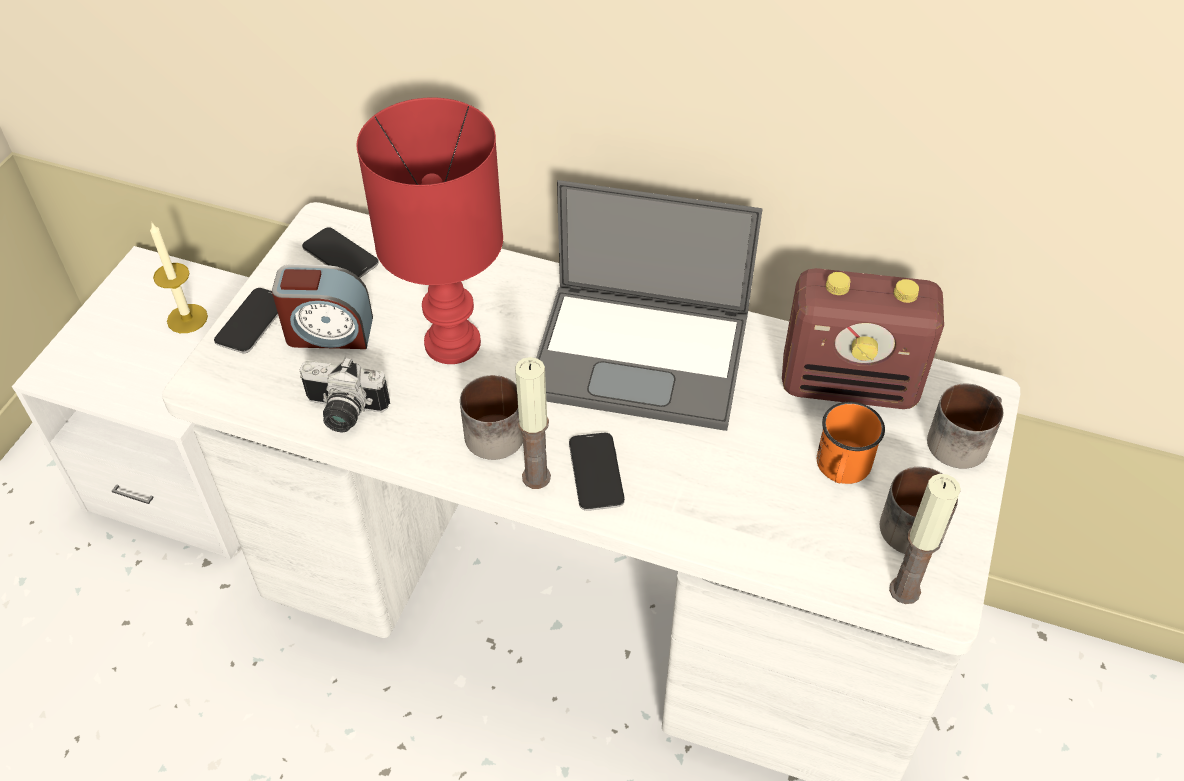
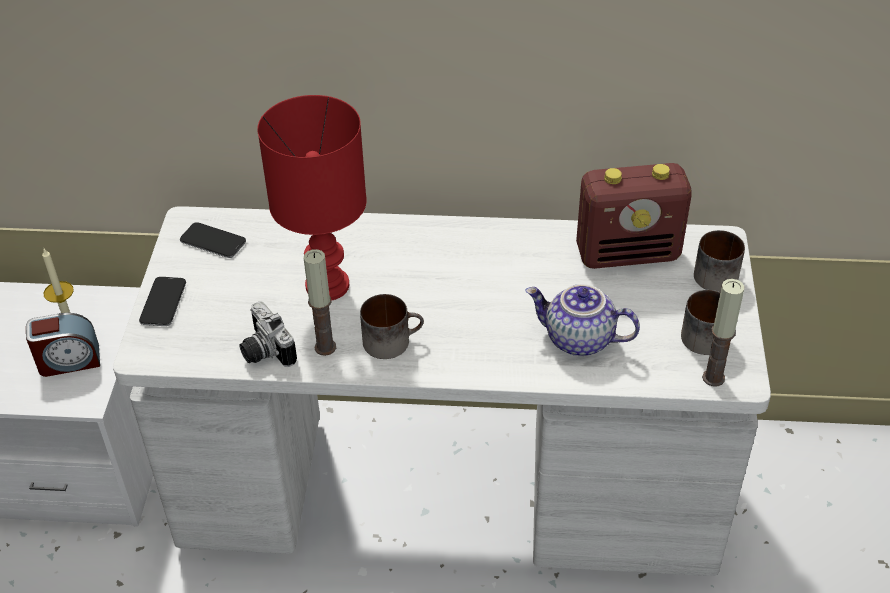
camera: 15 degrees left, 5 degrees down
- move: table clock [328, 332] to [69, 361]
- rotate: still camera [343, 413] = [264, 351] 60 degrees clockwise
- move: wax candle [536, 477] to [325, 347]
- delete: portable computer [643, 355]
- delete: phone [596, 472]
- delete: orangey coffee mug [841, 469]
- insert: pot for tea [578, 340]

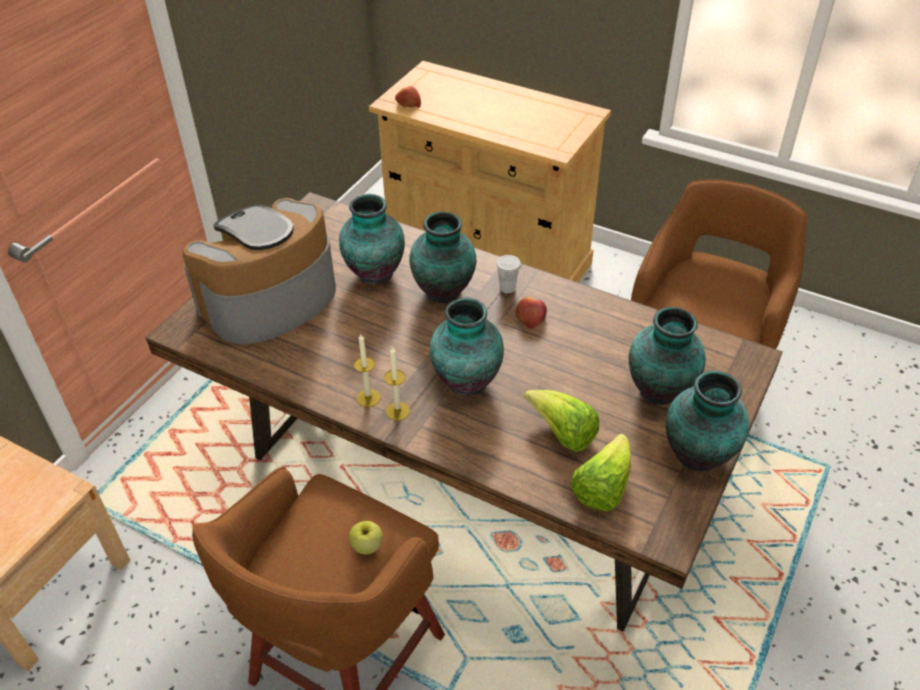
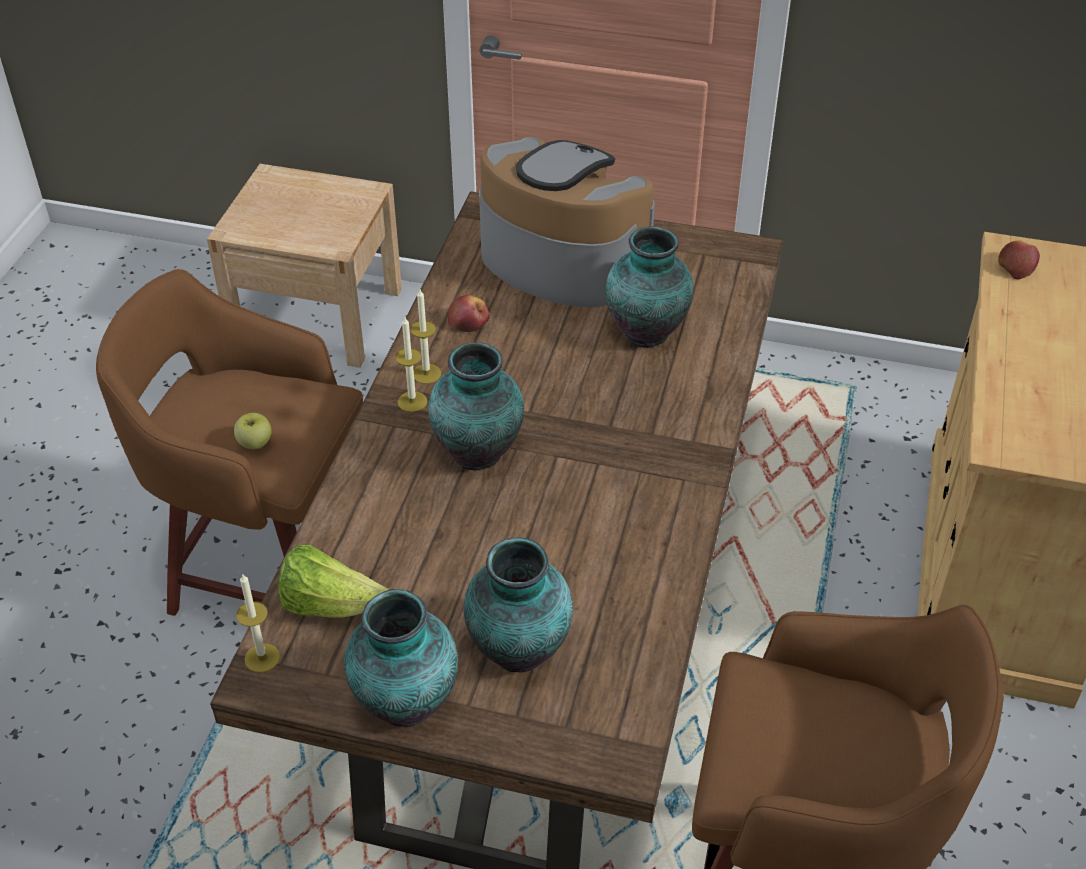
camera: 75 degrees right, 0 degrees up
- delete: vase [445, 291]
- delete: whitish drinking cup [507, 288]
- move: apple [530, 317] to [468, 321]
- delete: head of lettuce [562, 434]
- insert: wax candle [262, 658]

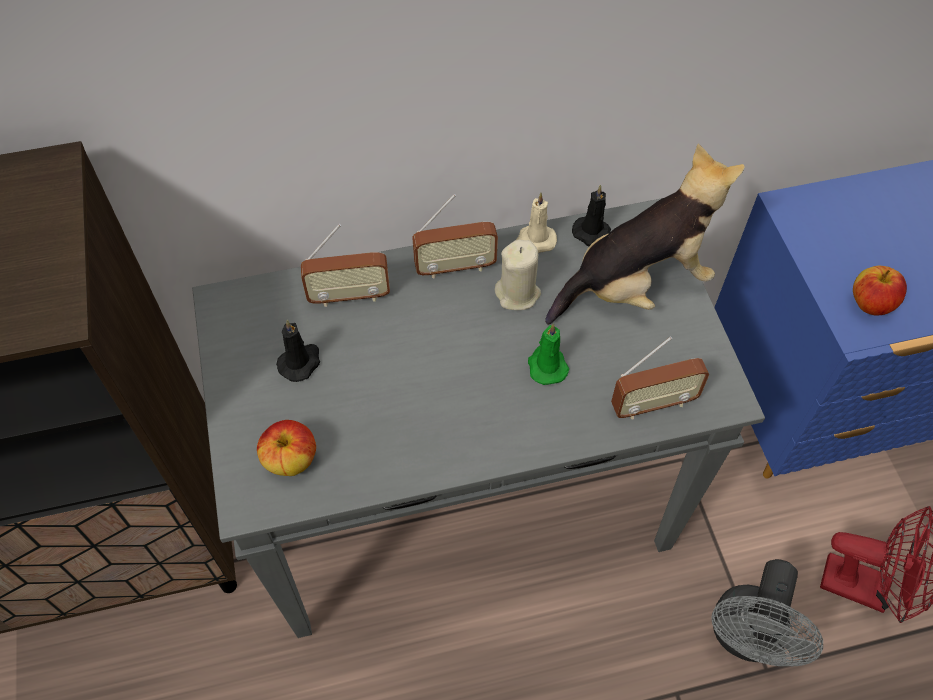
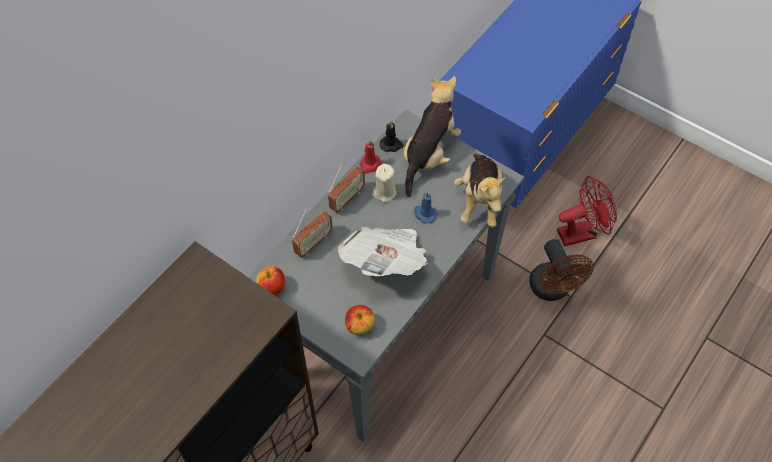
camera: 40 degrees left, 0 degrees up
- delete: black wax candle [300, 362]
- recolor: beige wax candle [534, 241] to red wax candle [369, 164]
- recolor: green wax candle [546, 365] to blue-coloured wax candle [424, 214]
- replace: radio [653, 404] to cuddly toy [479, 200]
- recolor: grey cooling fan [746, 638] to brown cooling fan [552, 290]
- move: apple [870, 304] to [272, 287]
- insert: newspaper [386, 262]

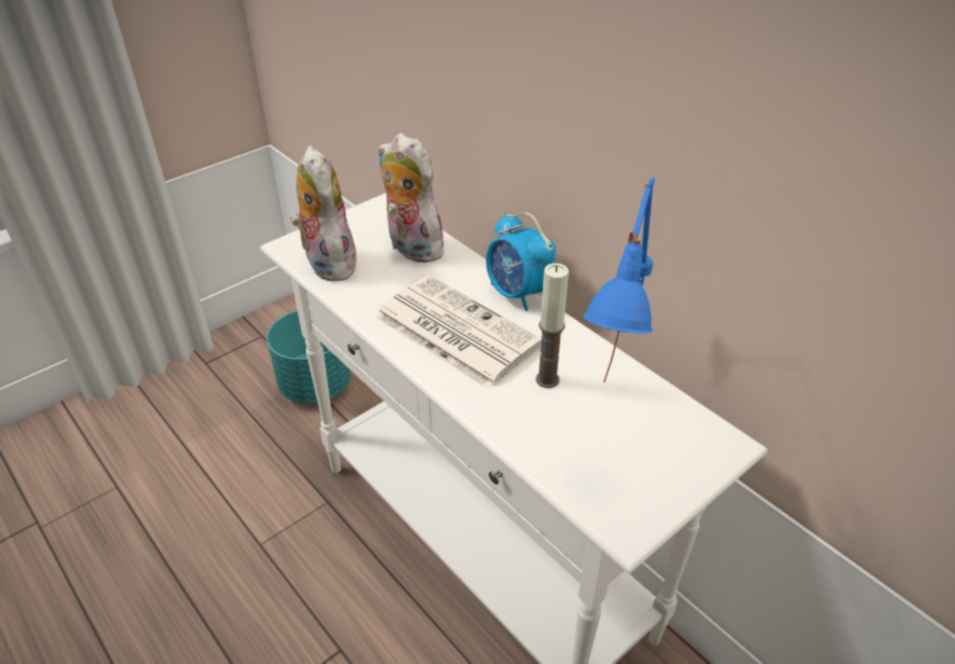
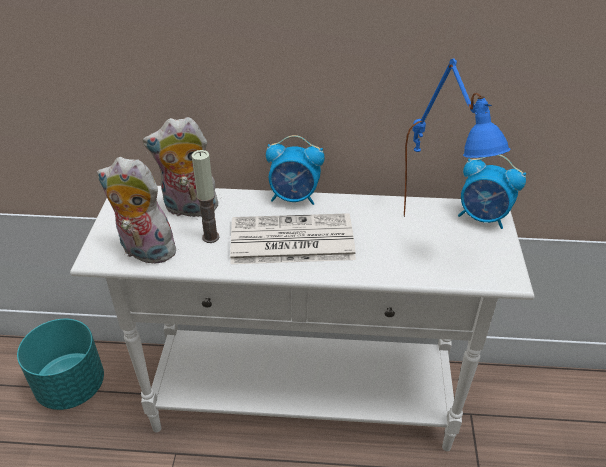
camera: 45 degrees left, 0 degrees up
- move: wax candle [547, 379] to [210, 237]
- insert: table clock [483, 218]

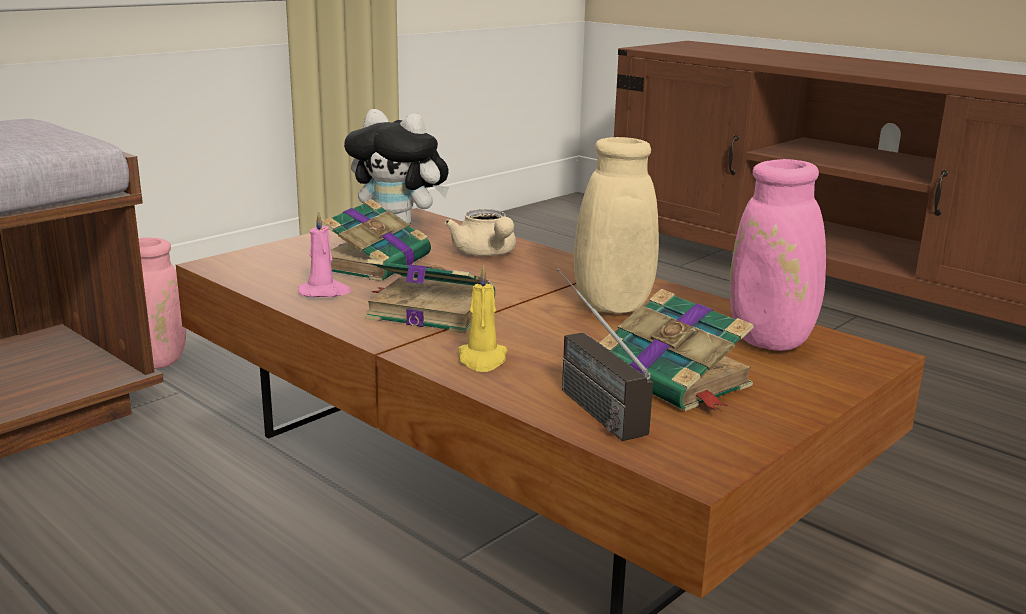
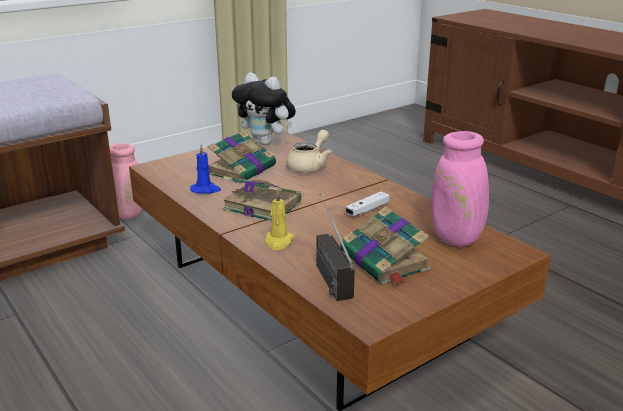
camera: 10 degrees right, 5 degrees up
- recolor: pink-coloured wax candle [325, 292] to blue-coloured wax candle [206, 190]
- rotate: beige pot for tea [486, 254] = [310, 166] 135 degrees counterclockwise
- replace: beige vase [608, 309] to whitish game controller [367, 210]

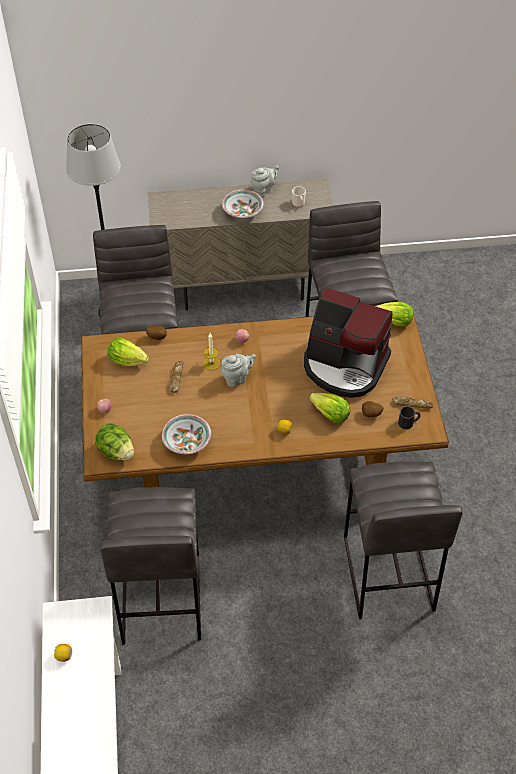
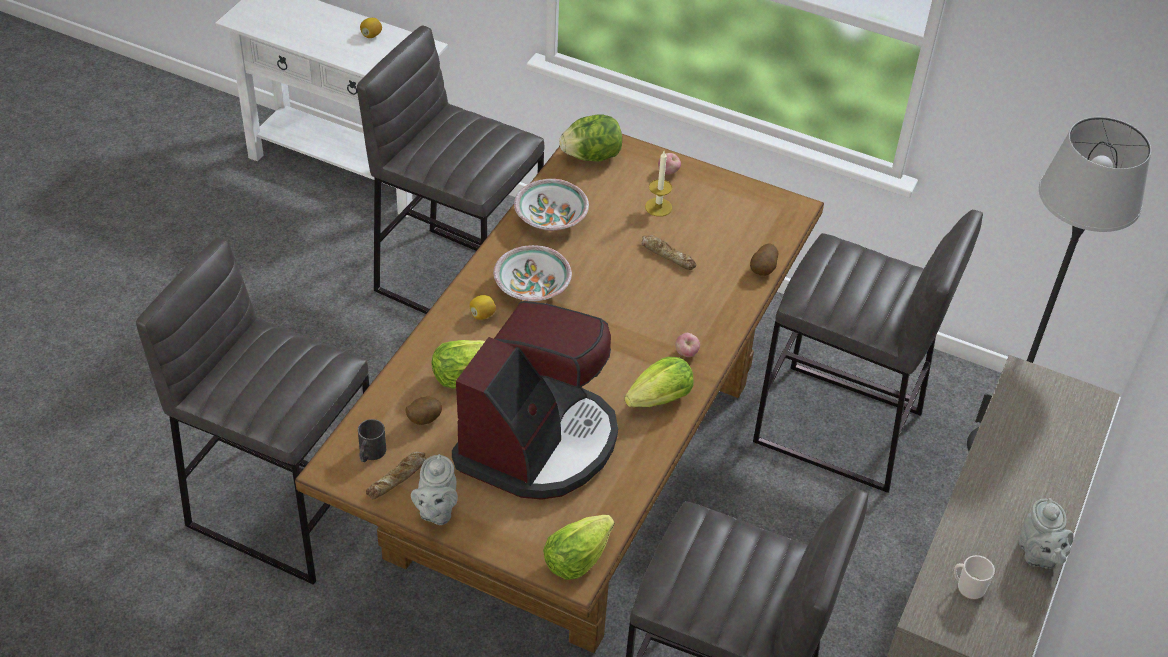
camera: 120 degrees right, 5 degrees down
- move: head of lettuce [127, 360] to [660, 399]
- move: wax candle [211, 363] to [658, 207]
- move: deep dish [242, 212] to [532, 287]
- move: grey pot for tea [237, 378] to [436, 511]
- rotate: coffee brewer [345, 366] = [538, 442] 150 degrees clockwise

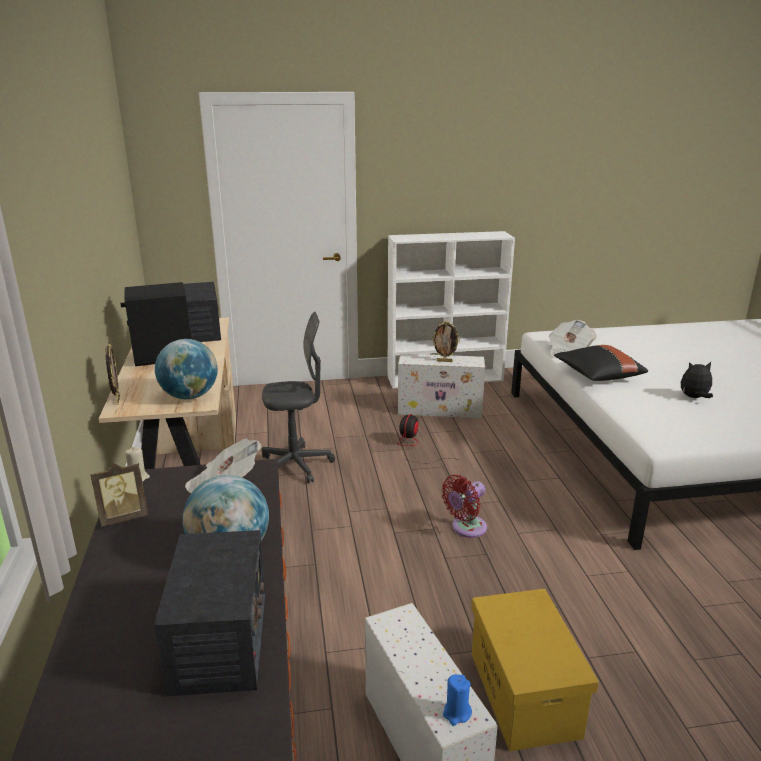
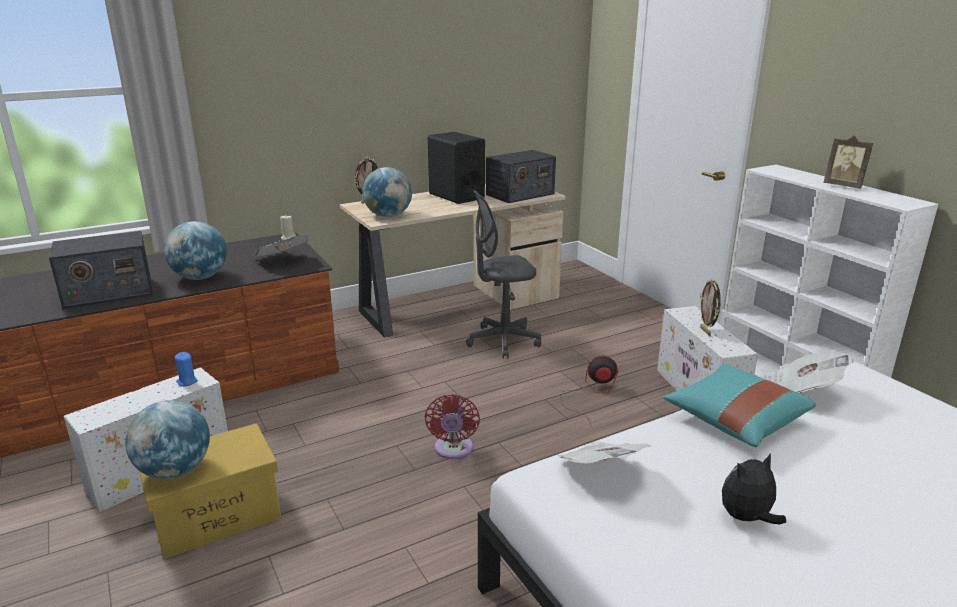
camera: 70 degrees right, 0 degrees up
- move: picture frame [123, 517] to [844, 186]
- rotate: grey office chair [296, 465] = [503, 341] 105 degrees clockwise
- rotate: red cooling fan [466, 528] = [453, 450] 120 degrees counterclockwise
- move: blue-coloured wax candle [456, 713] to [187, 382]
- recolor: black cushion [597, 375] to turquoise-coloured cushion [735, 420]
- rotate: cuddly toy [694, 398] = [747, 518] 90 degrees counterclockwise
- insert: desk globe [174, 470]
- insert: newspaper [601, 471]

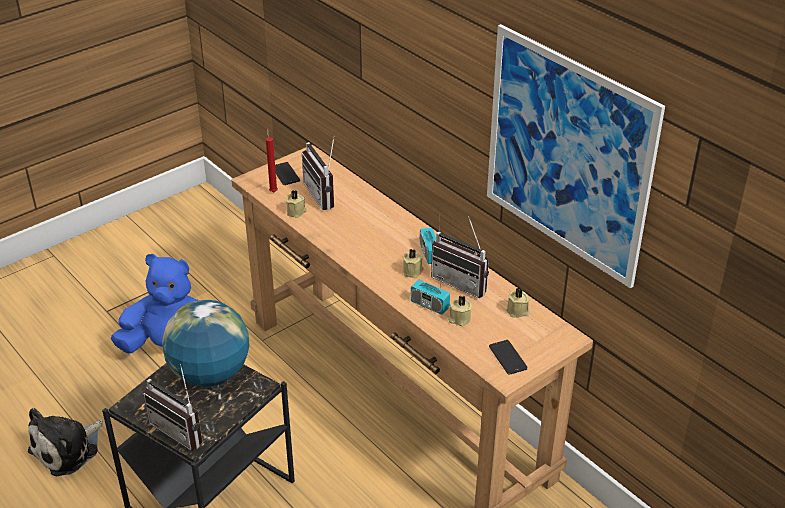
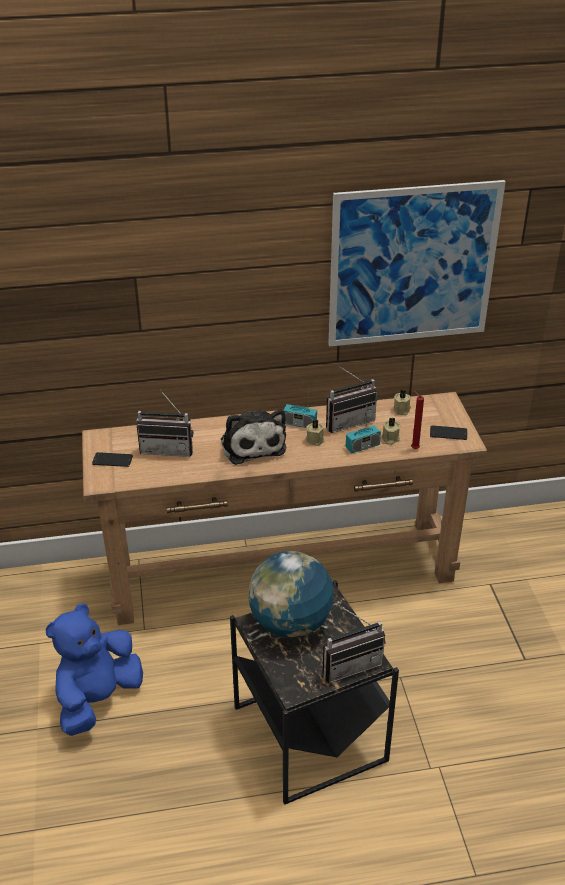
camera: 60 degrees left, 0 degrees up
- move: cuddly toy [68, 449] to [252, 444]
- move: red wax candle [273, 191] to [413, 448]
- delete: beige wax candle [296, 212]

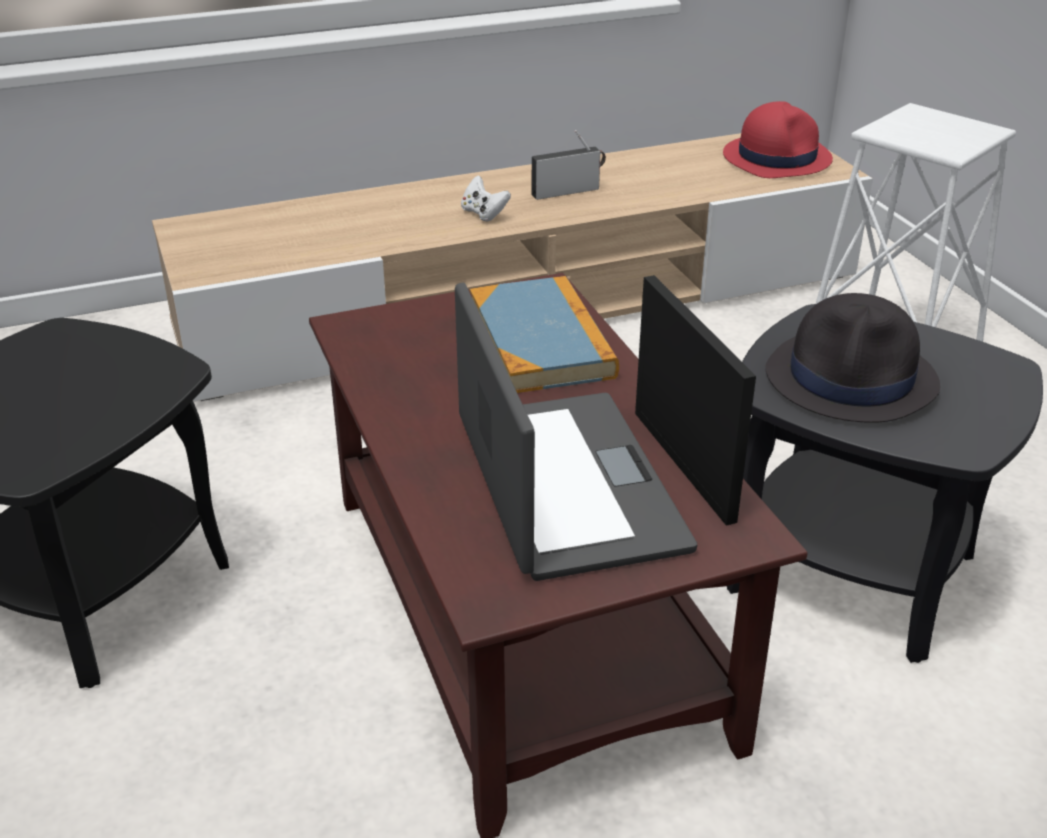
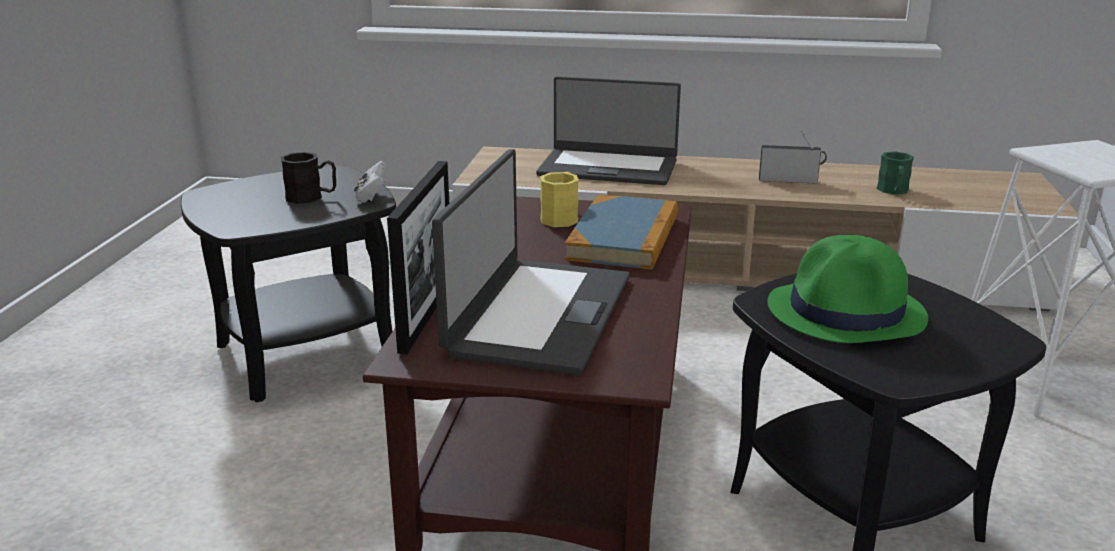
camera: 30 degrees right, 10 degrees down
- move: whitish game controller [483, 214] to [371, 197]
- move: picture frame [683, 464] to [427, 314]
- delete: red hat [777, 157]
- recolor: black hat [852, 379] to green hat [847, 313]
- insert: black coffee mug [311, 197]
- insert: portable computer [608, 167]
- insert: yellowish coffee mug [561, 217]
- insert: green coffee mug [893, 191]

